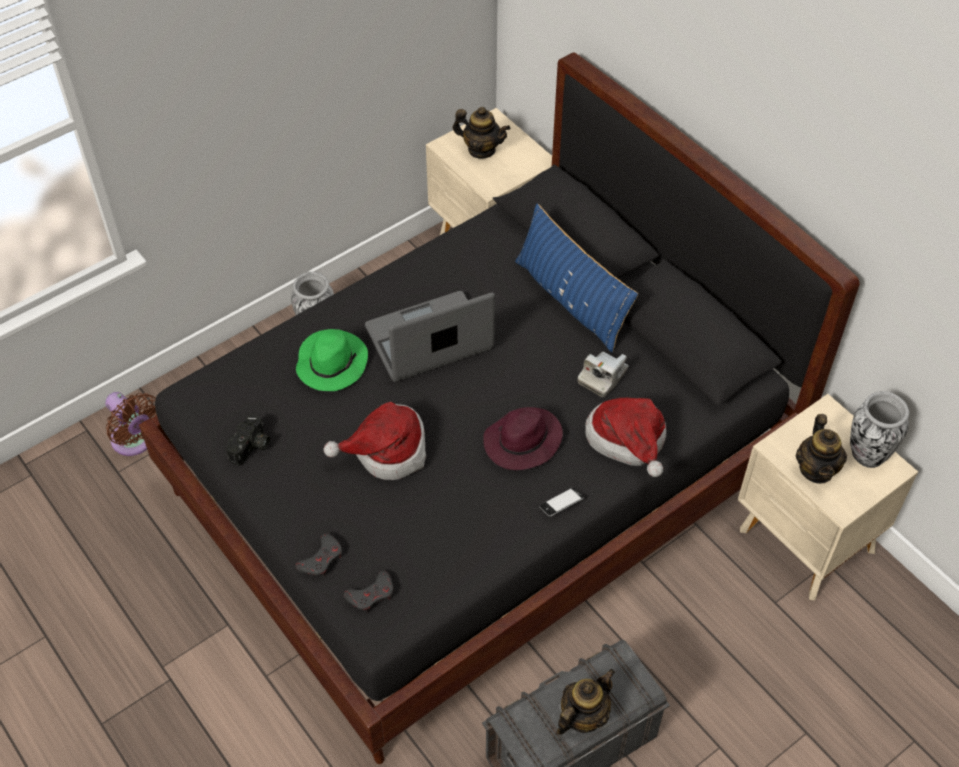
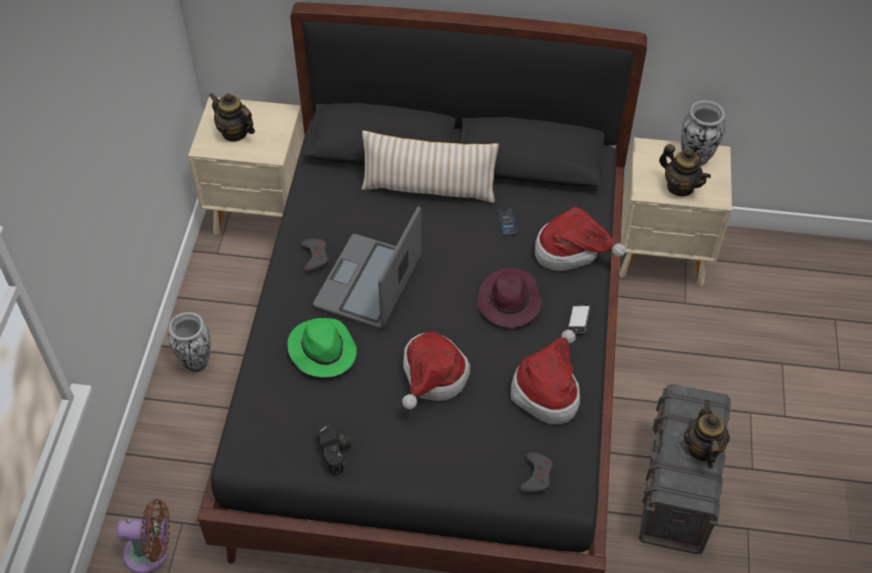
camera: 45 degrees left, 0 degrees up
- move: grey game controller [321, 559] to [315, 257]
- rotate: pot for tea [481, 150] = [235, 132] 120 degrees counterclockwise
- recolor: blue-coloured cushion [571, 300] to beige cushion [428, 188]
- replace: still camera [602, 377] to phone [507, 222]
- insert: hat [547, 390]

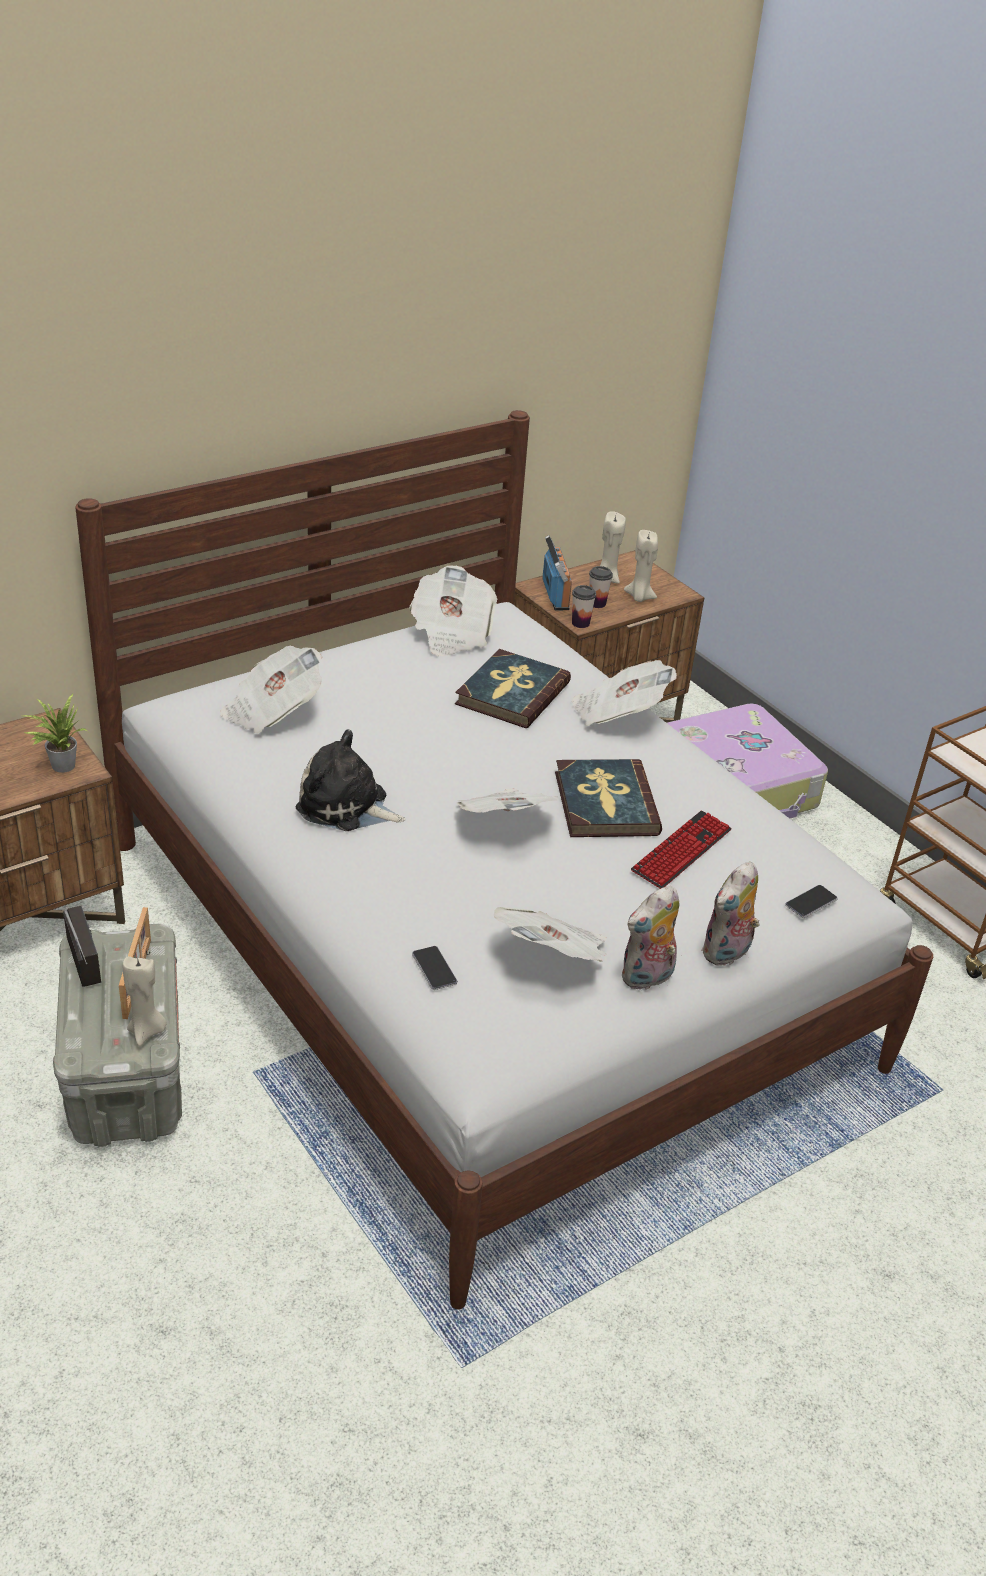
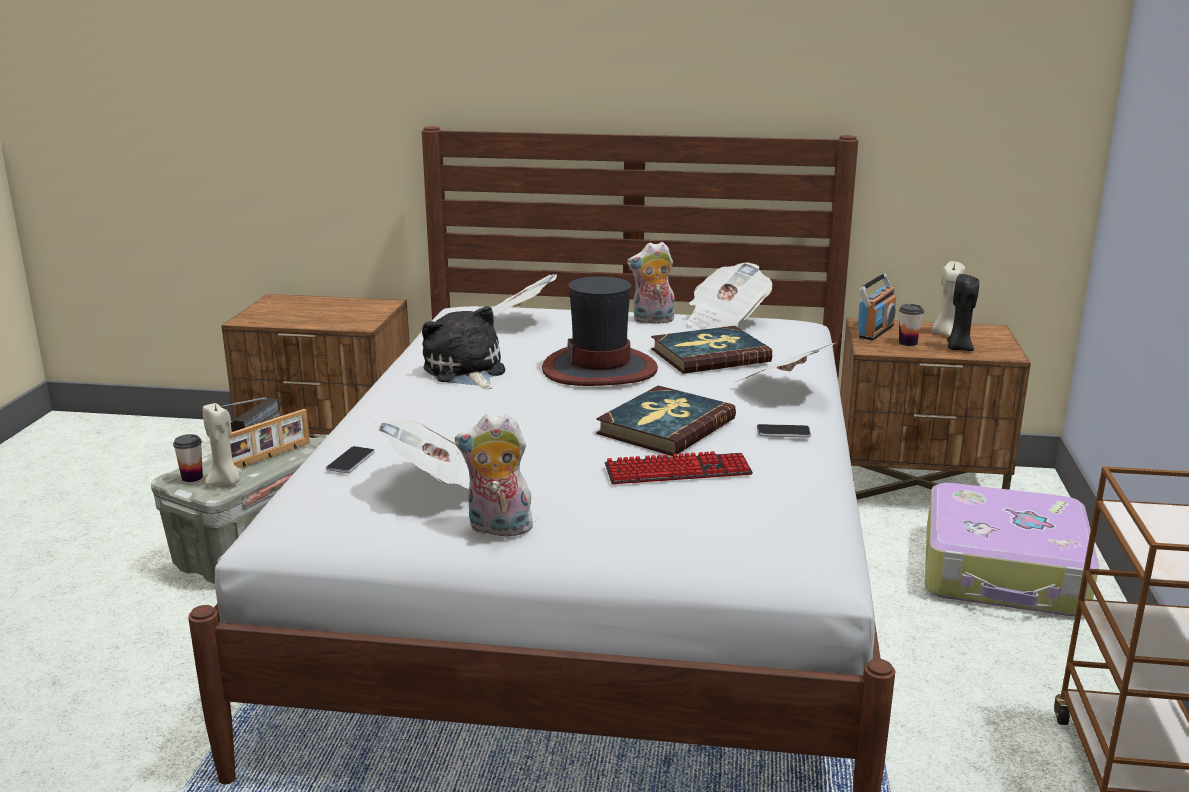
camera: 45 degrees right, 15 degrees down
- delete: plant in a pot [60, 765]
- delete: newspaper [504, 823]
- move: drinking cup [580, 623] to [192, 477]
- recolor: beige wax candle [639, 597] to black wax candle [958, 348]
- move: cuddly toy [727, 953] to [652, 321]
- move: phone [811, 902] to [783, 432]
- insert: hat [600, 369]

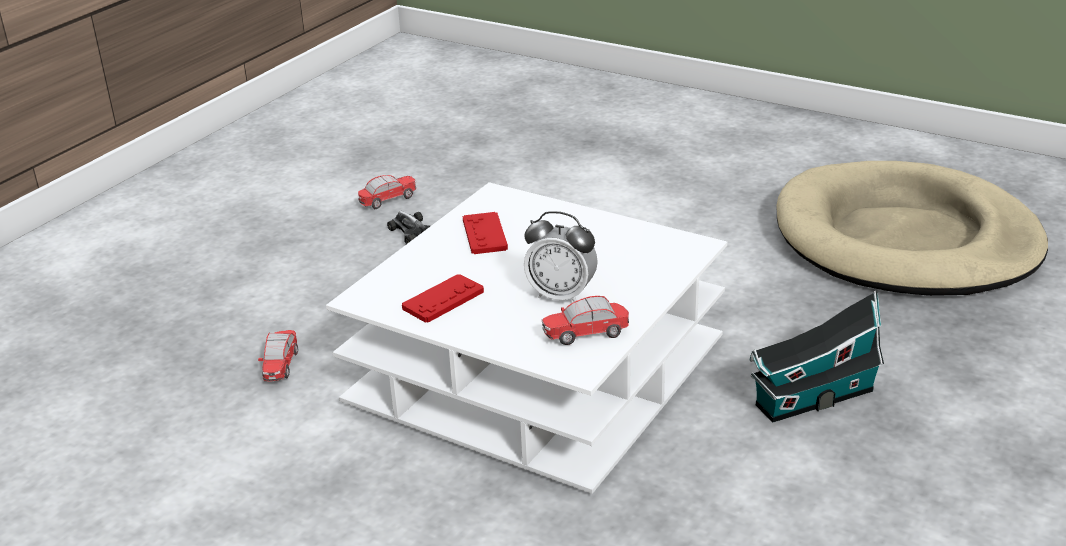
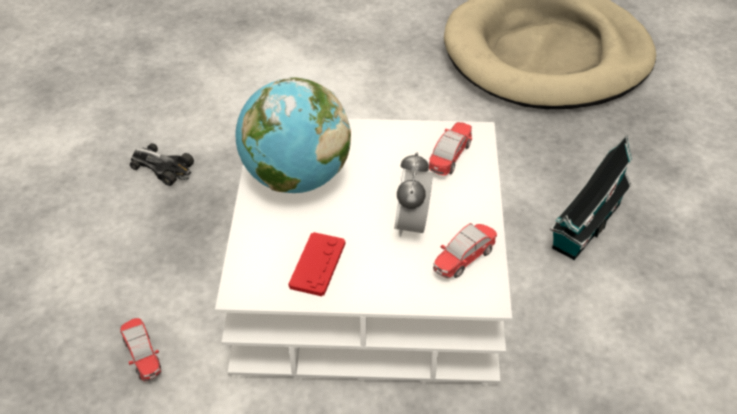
camera: 30 degrees left, 15 degrees up
- move: model car [387, 200] to [449, 158]
- replace: red game controller [484, 234] to desk globe [296, 178]
- rotate: table clock [561, 295] = [412, 224] 105 degrees clockwise

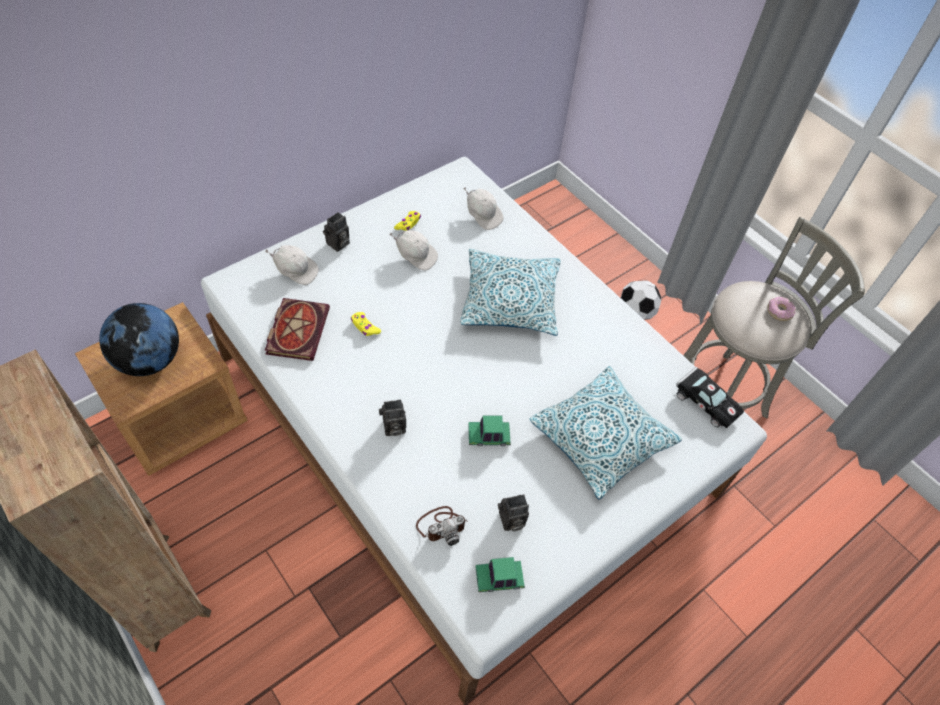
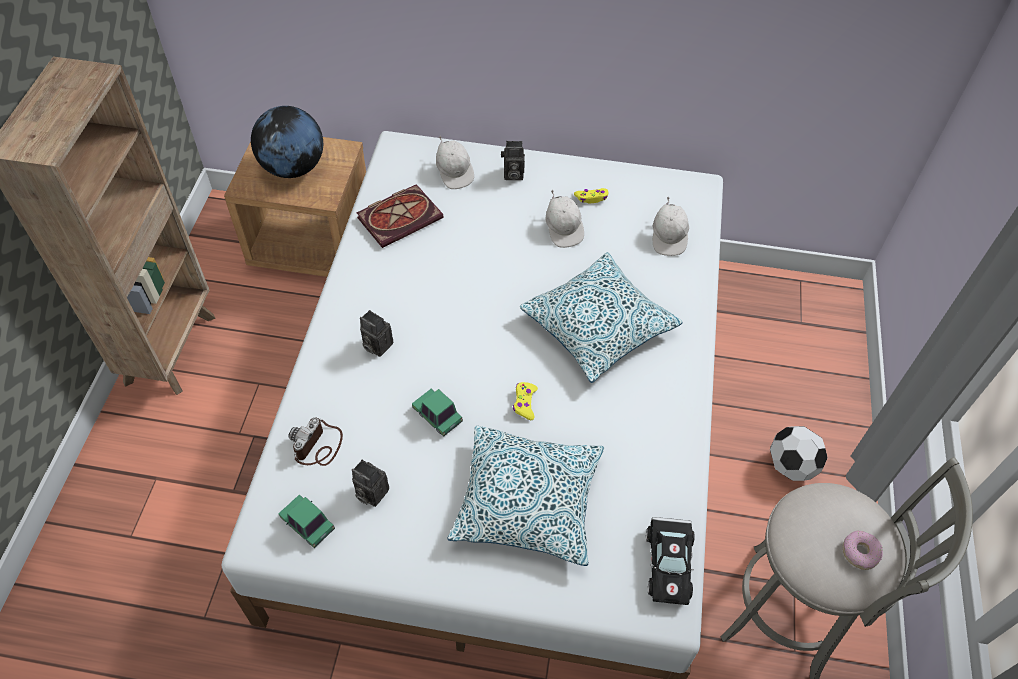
camera: 50 degrees right, 0 degrees up
- move: yellowish game controller [365, 327] to [524, 403]
- rotate: still camera [441, 525] = [318, 446] 90 degrees clockwise

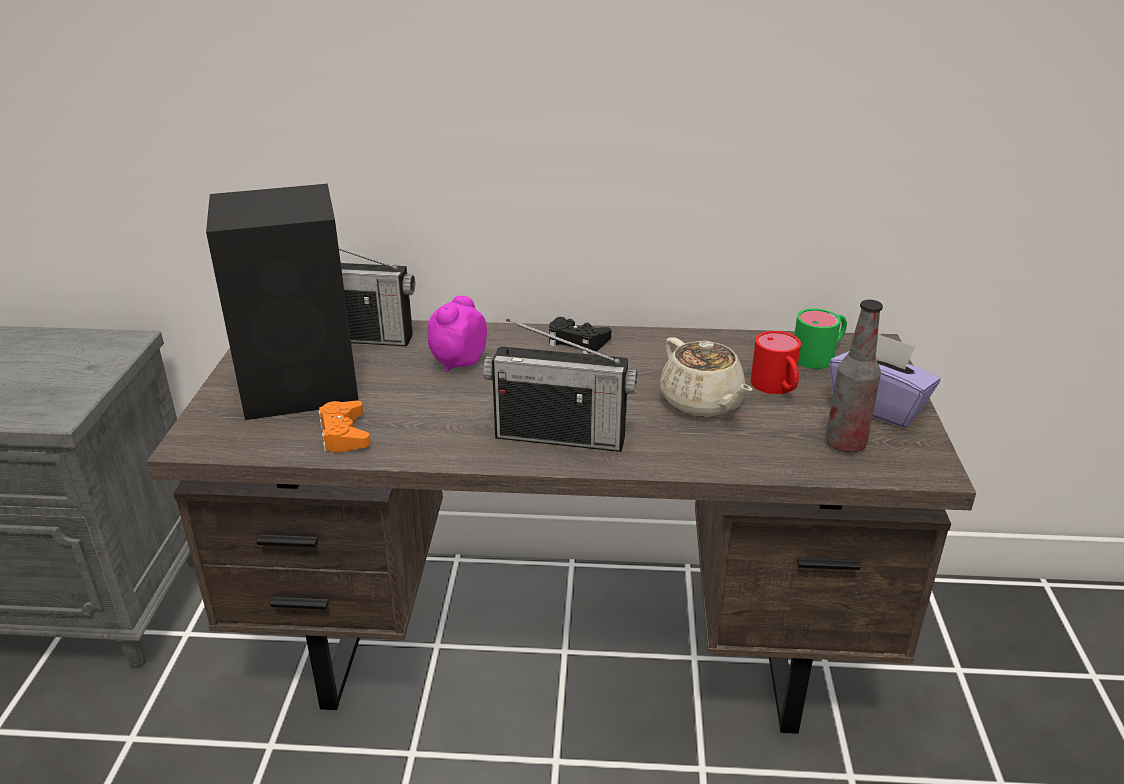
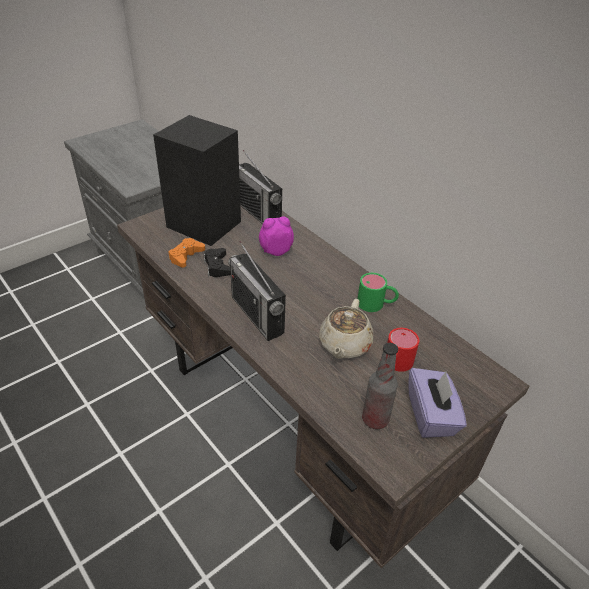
camera: 45 degrees right, 10 degrees up
- move: black game controller [576, 341] to [217, 266]
- move: green coffee mug [820, 355] to [376, 304]

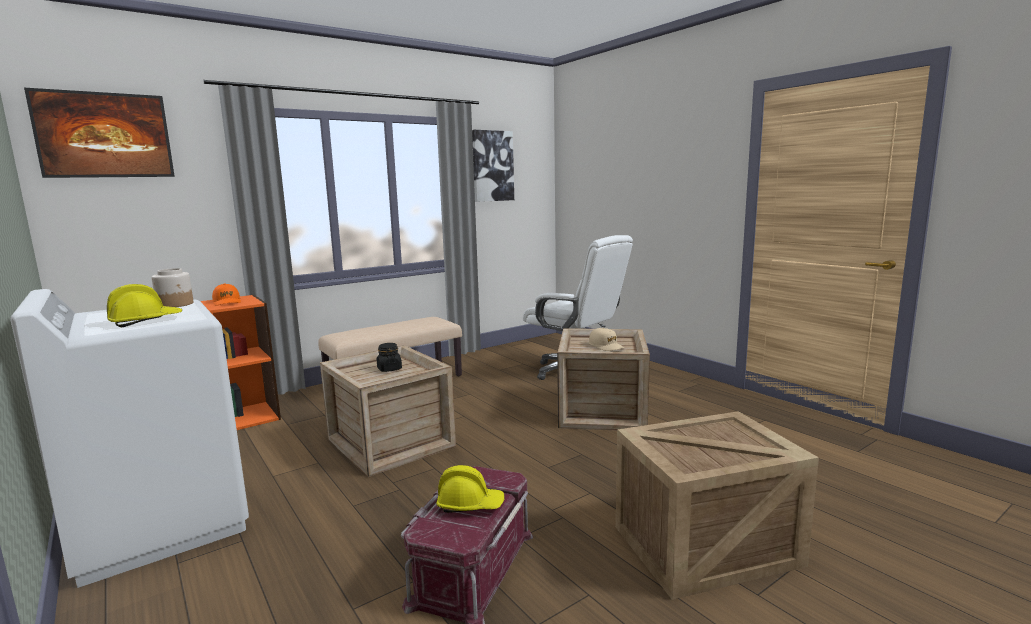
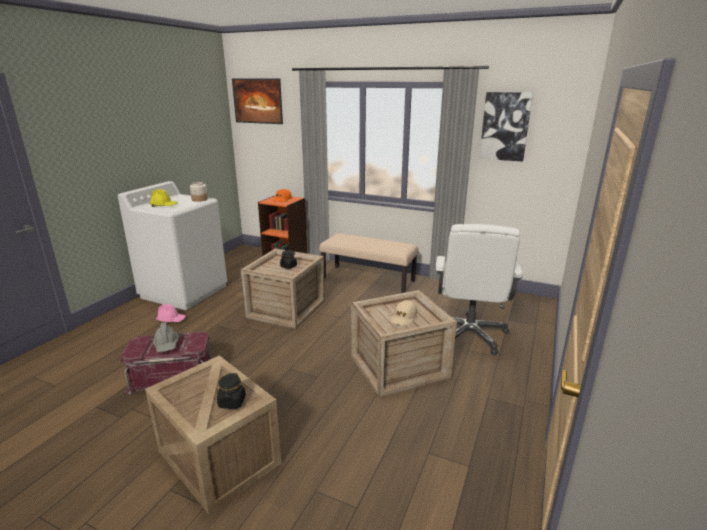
camera: 60 degrees right, 10 degrees up
- recolor: yellowish work helmet [470, 504] to grey work helmet [166, 345]
- insert: pink-coloured work helmet [171, 320]
- insert: black storage jar [232, 402]

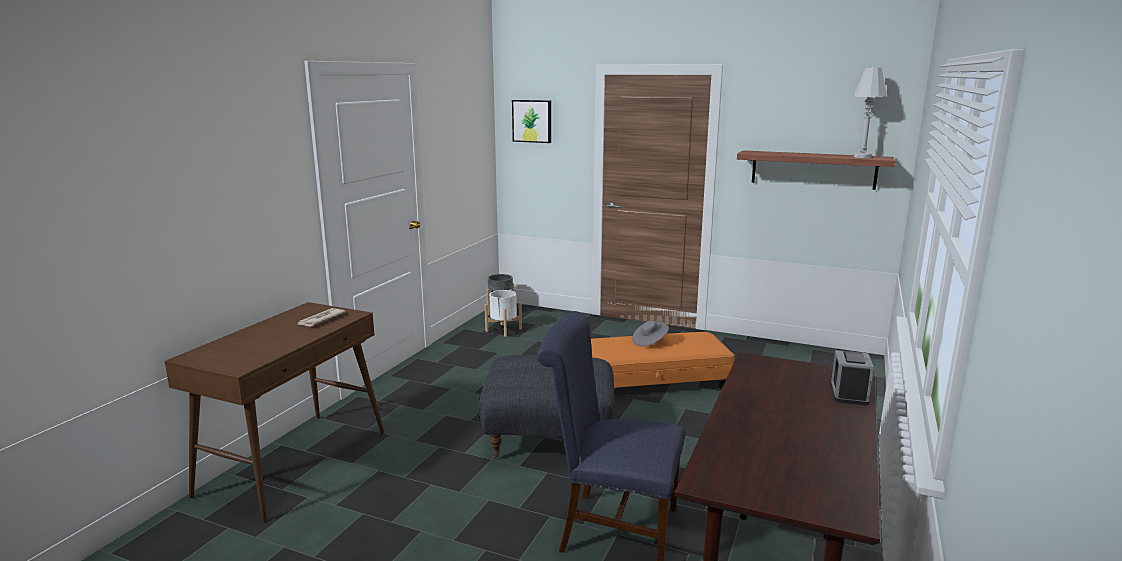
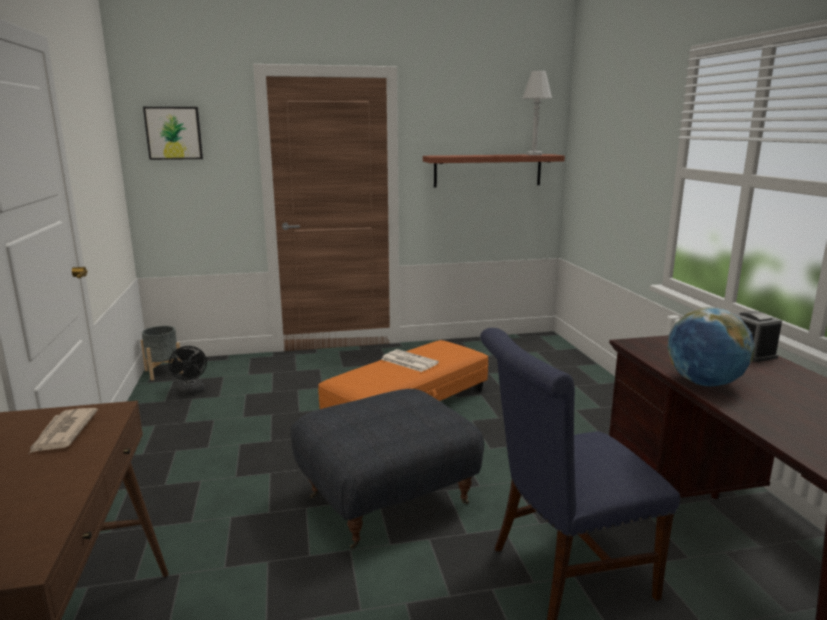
camera: 35 degrees left, 0 degrees up
- replace: whitish flower pot [503, 330] to black cooling fan [191, 392]
- replace: grey hat [649, 342] to newspaper [408, 361]
- insert: desk globe [704, 383]

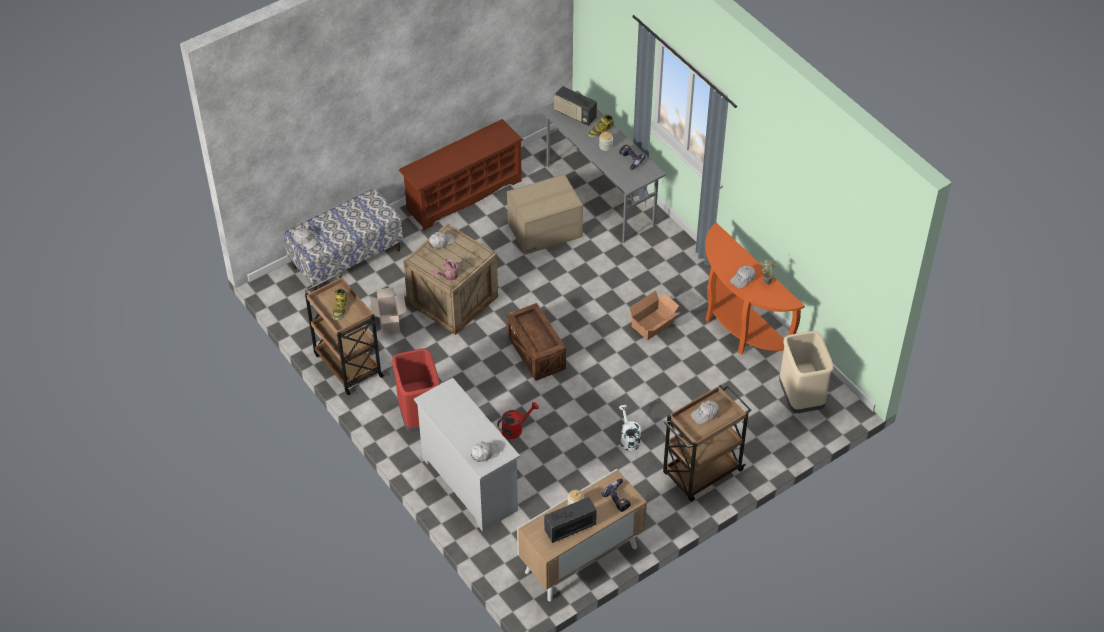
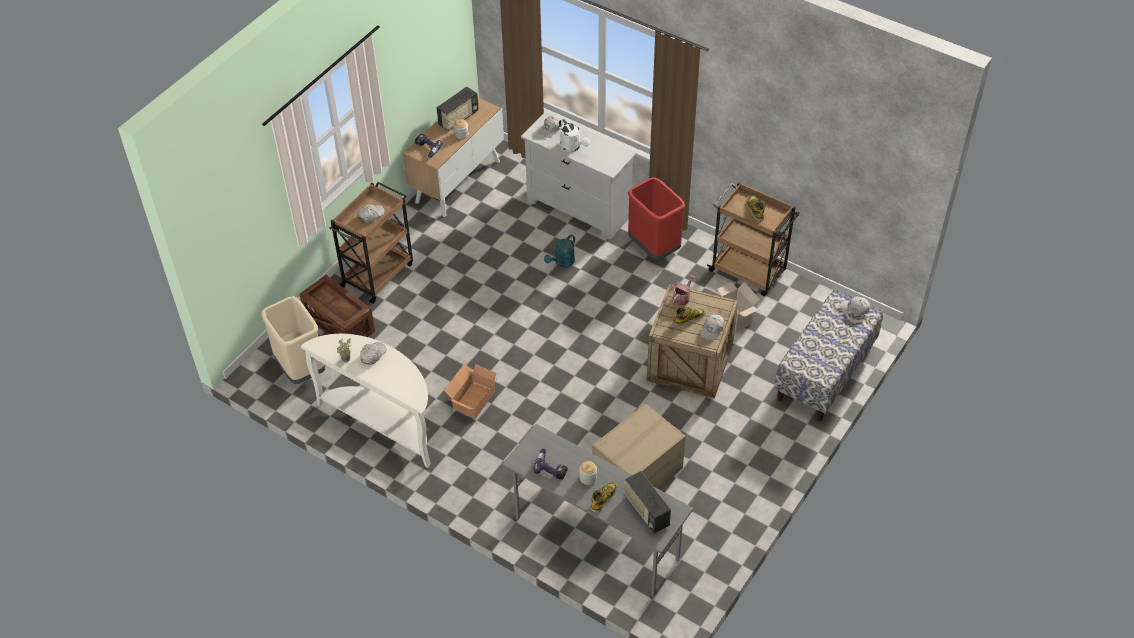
camera: 160 degrees right, 0 degrees up
- delete: brown shoe shelf [463, 194]
- recolor: red watering can [515, 428] to turquoise-coloured watering can [562, 262]
- move: packing crate [536, 352] to [339, 324]
- rotate: radio [574, 115] = [646, 511] 135 degrees counterclockwise
- move: whitish watering can [628, 439] to [572, 147]
- recolor: orangey hall table [738, 328] to whitish hall table [383, 423]
- insert: tall boot [688, 318]

